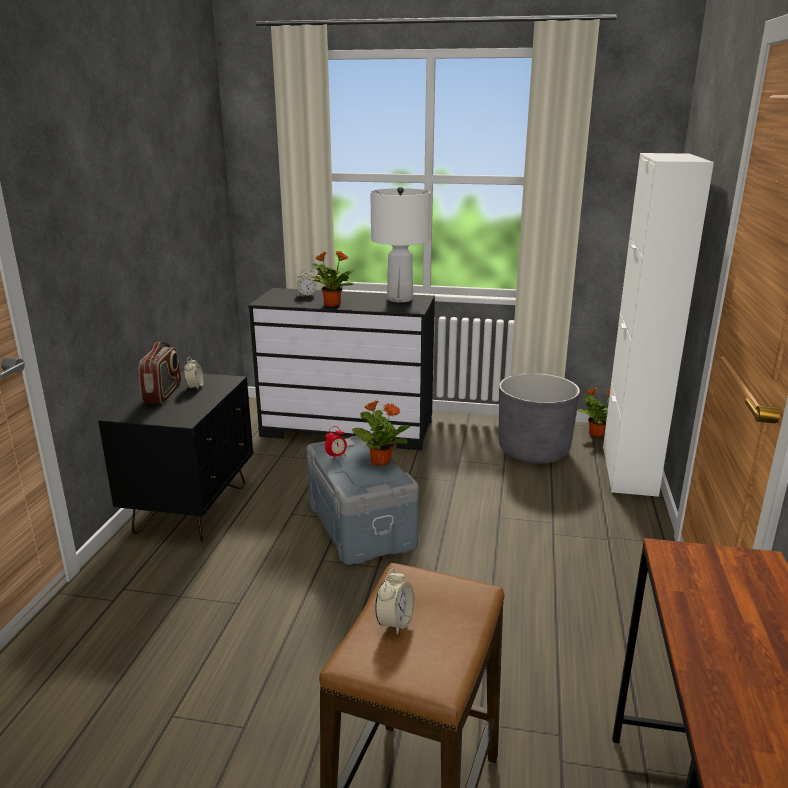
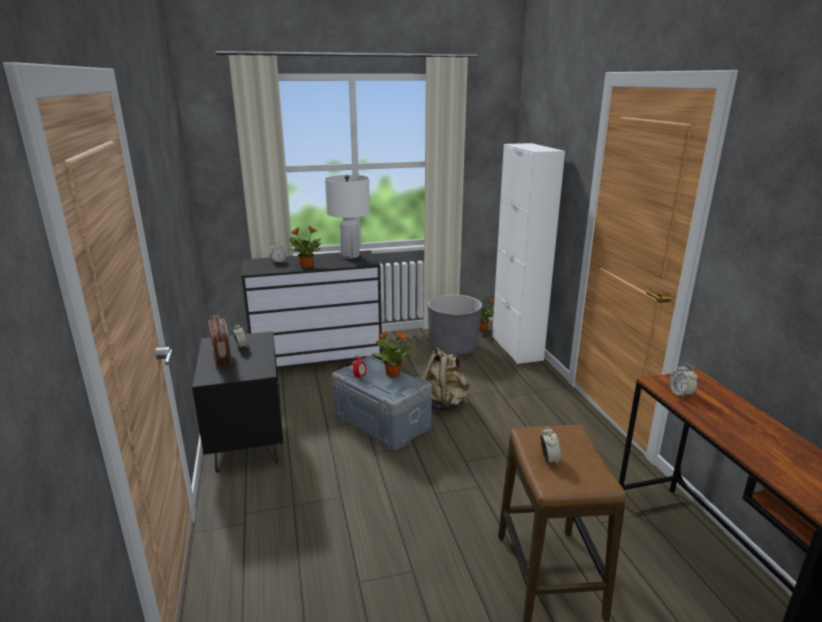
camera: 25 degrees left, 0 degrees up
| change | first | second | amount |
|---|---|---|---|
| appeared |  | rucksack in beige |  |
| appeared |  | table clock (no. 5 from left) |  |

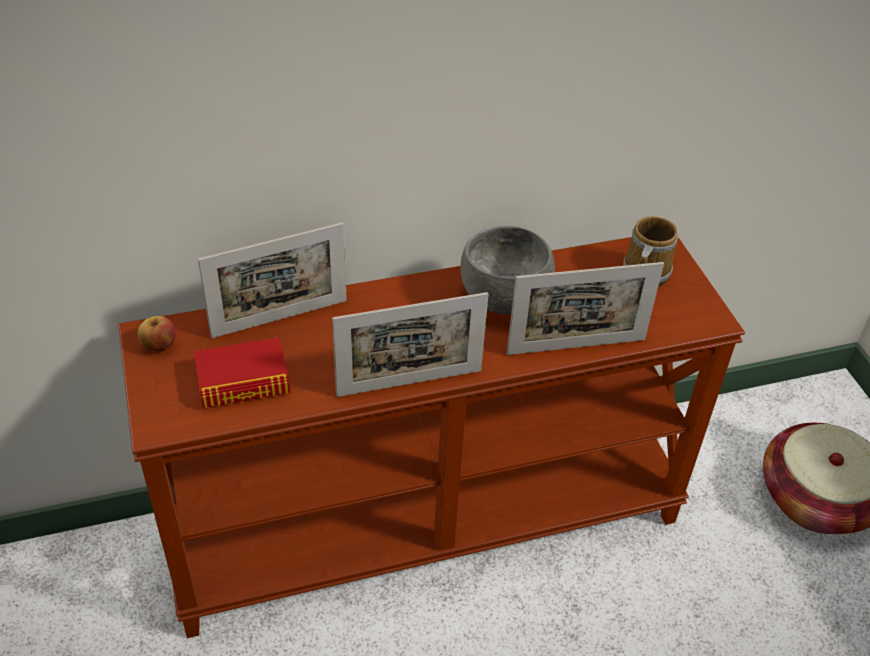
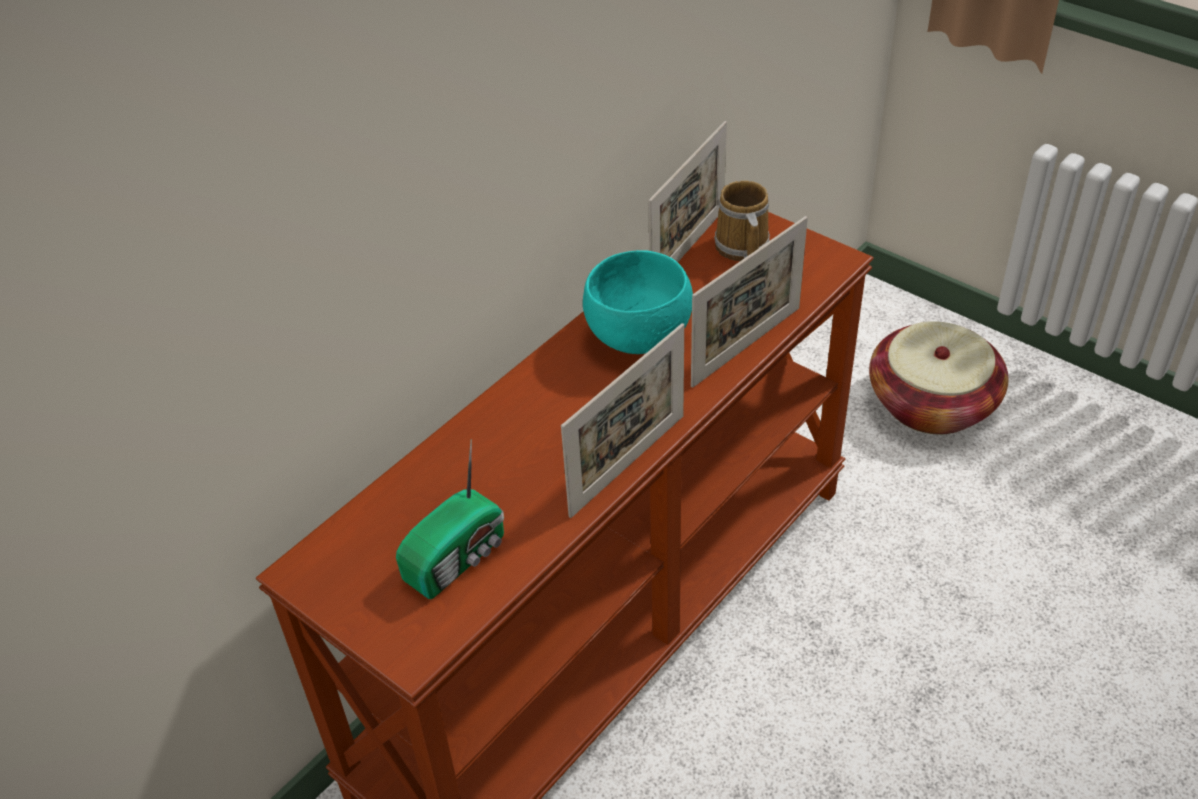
camera: 30 degrees left, 0 degrees up
| change | first | second | amount |
|---|---|---|---|
| missing | apple |  |  |
| exchanged | bound book | radio |  |
| relocated | picture frame (no. 1 from left in the first image) | picture frame (no. 2 from left) |  |
| colour | bowl in gray | bowl in turquoise-coloured |  |

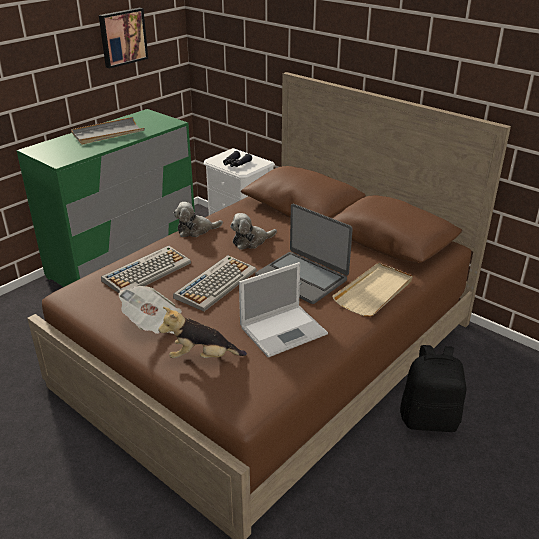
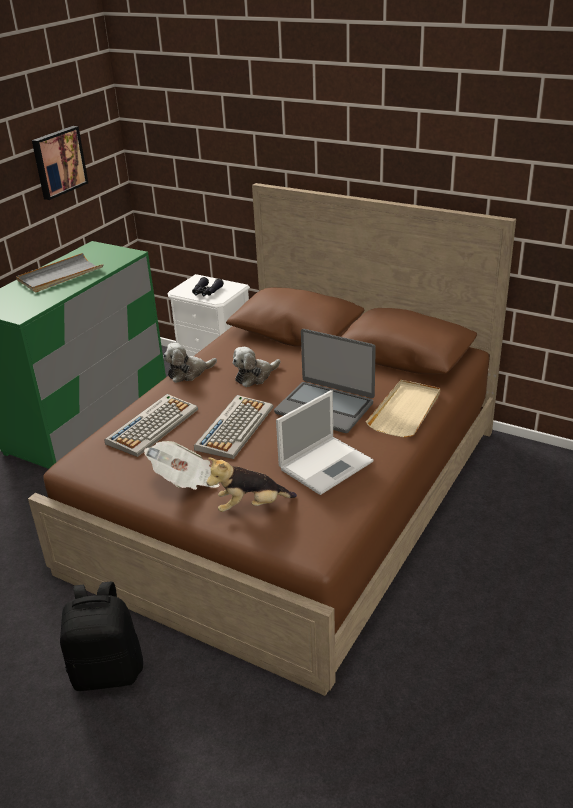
camera: 10 degrees left, 0 degrees up
| change | first | second | amount |
|---|---|---|---|
| relocated | rucksack in black |  |  |

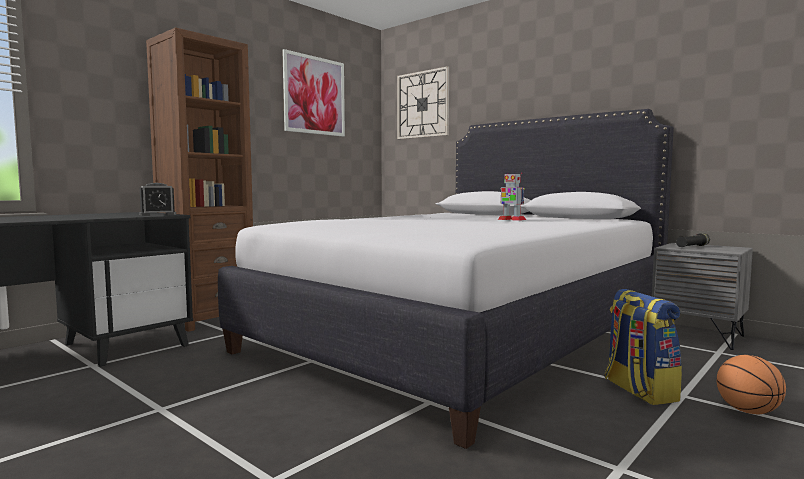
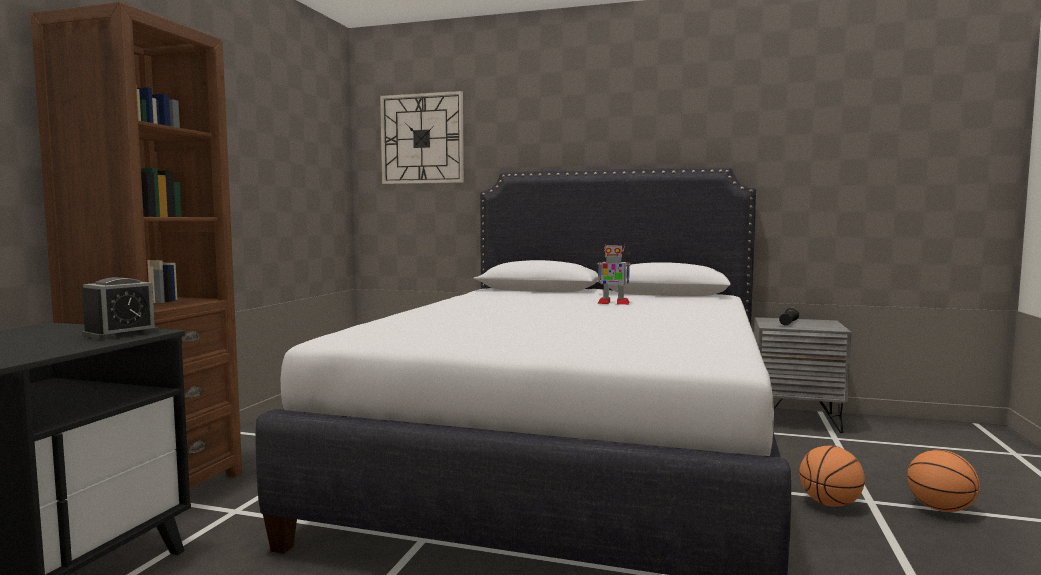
camera: 25 degrees left, 0 degrees up
| change | first | second | amount |
|---|---|---|---|
| missing | wall picture |  |  |
| exchanged | rucksack | basketball (no. 1 from left) |  |

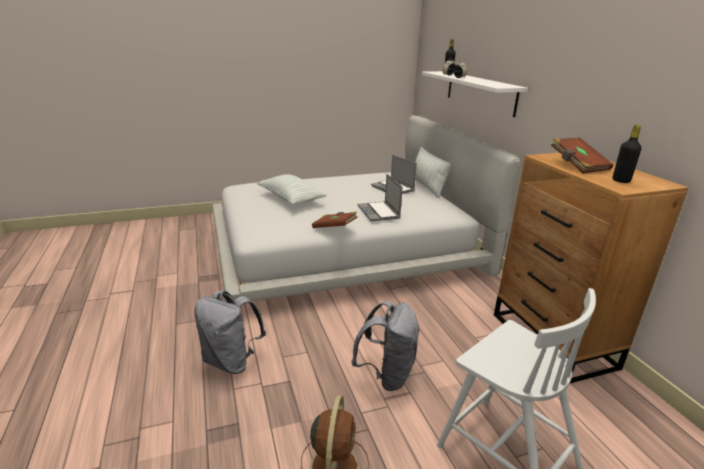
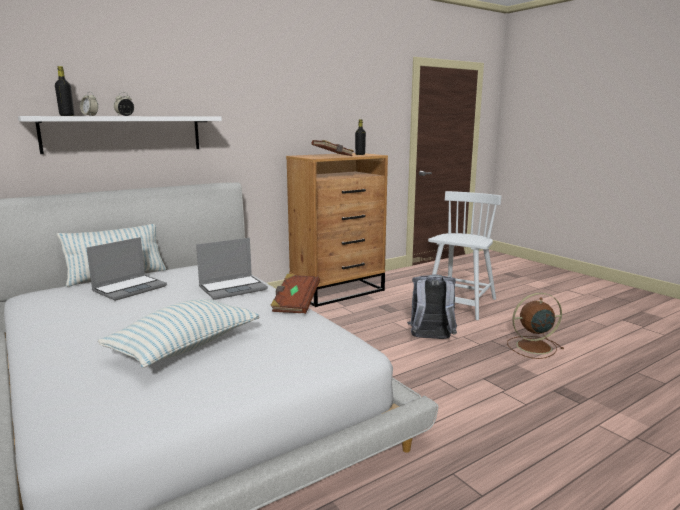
camera: 105 degrees left, 10 degrees down
| change | first | second | amount |
|---|---|---|---|
| missing | rucksack in gray (no. 1 from left) |  |  |

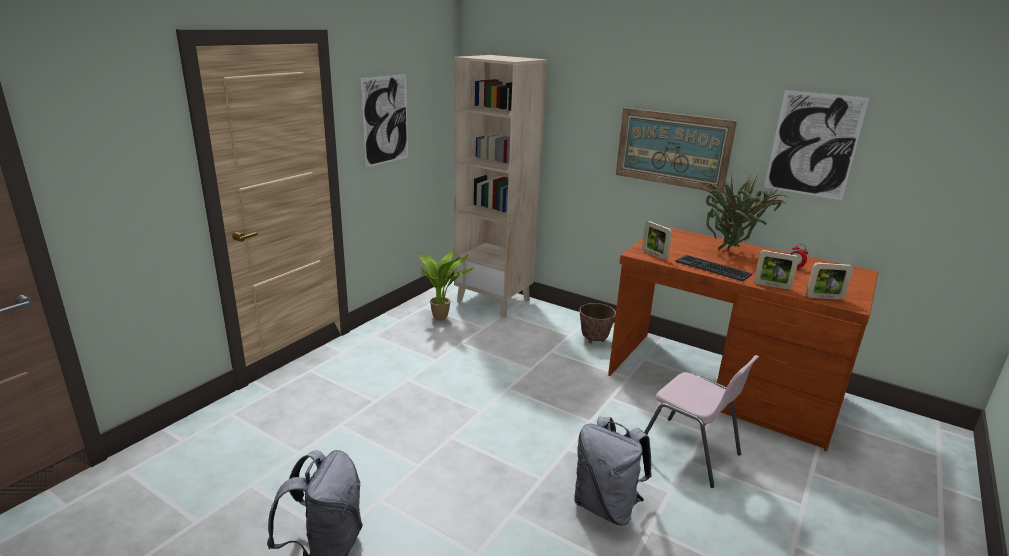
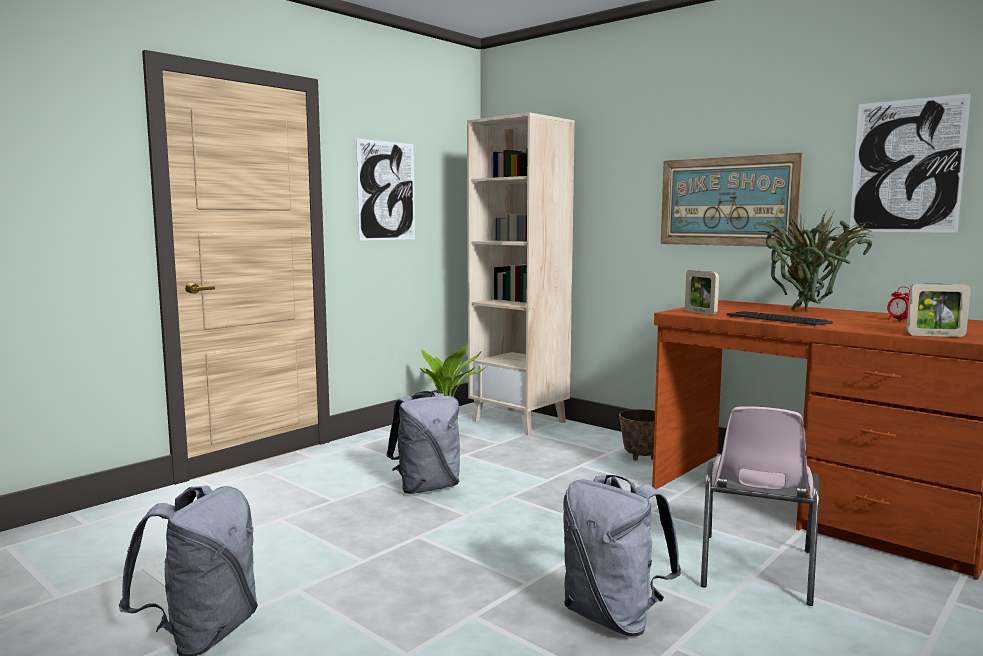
camera: 10 degrees right, 15 degrees down
| change | first | second | amount |
|---|---|---|---|
| spun | plain chair in pink-coloured |  | 60 degrees clockwise |
| missing | picture frame (no. 2 from left) |  |  |
| appeared |  | rucksack in gray (no. 2 from left) |  |

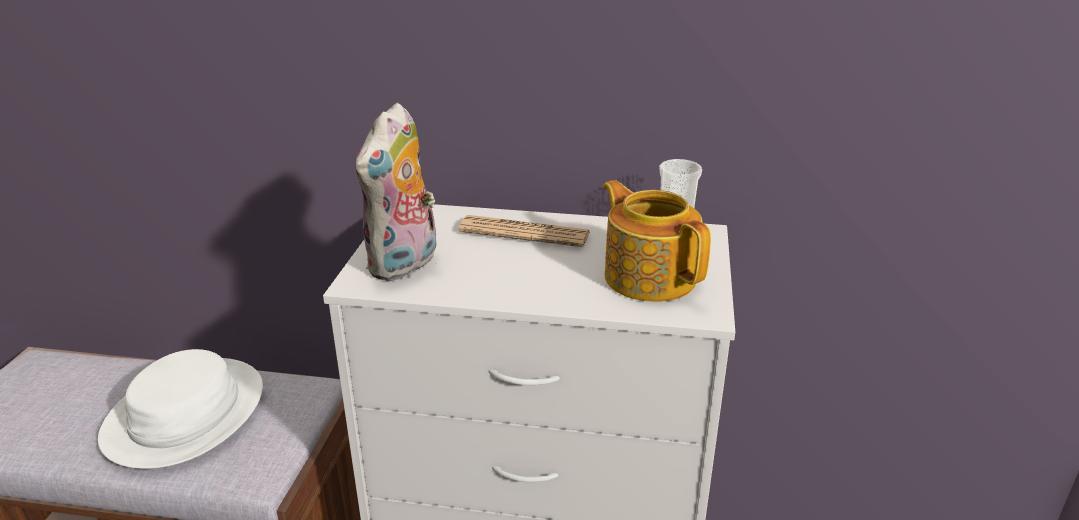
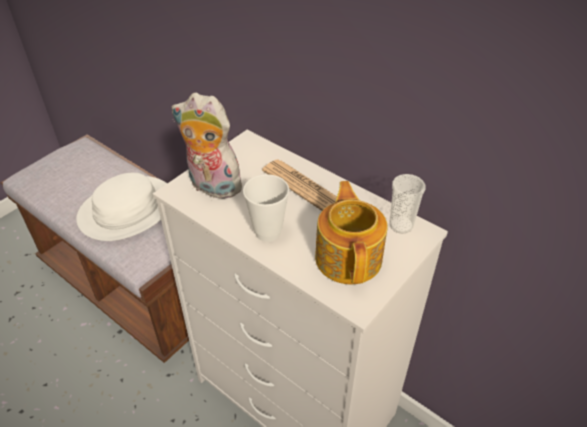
camera: 30 degrees right, 15 degrees up
| change | first | second | amount |
|---|---|---|---|
| spun | soft toy |  | 60 degrees clockwise |
| appeared |  | cup (no. 1 from left) |  |

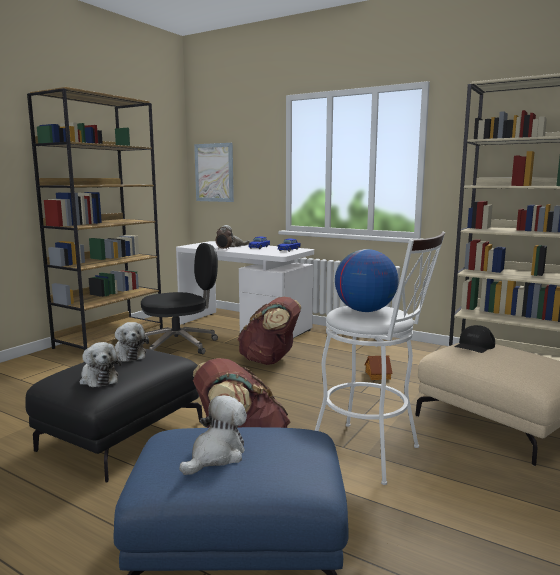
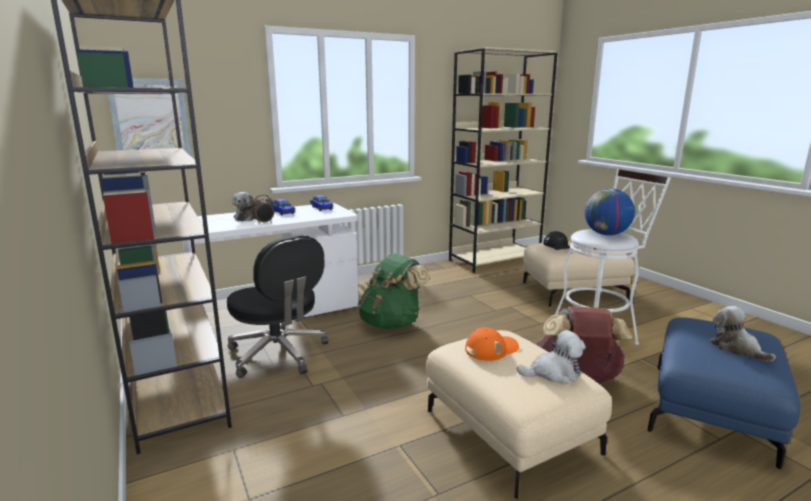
camera: 60 degrees left, 5 degrees up
| change | first | second | amount |
|---|---|---|---|
| colour | ottoman in black | ottoman in beige (no. 1 from left) |  |
| exchanged | soft toy (no. 2 from left) | peaked cap in orange-coloured |  |
| spun | desk chair in black |  | 135 degrees clockwise |
| colour | rucksack in brownish (no. 2 from left) | rucksack in green-coloured |  |
| missing | toy house |  |  |

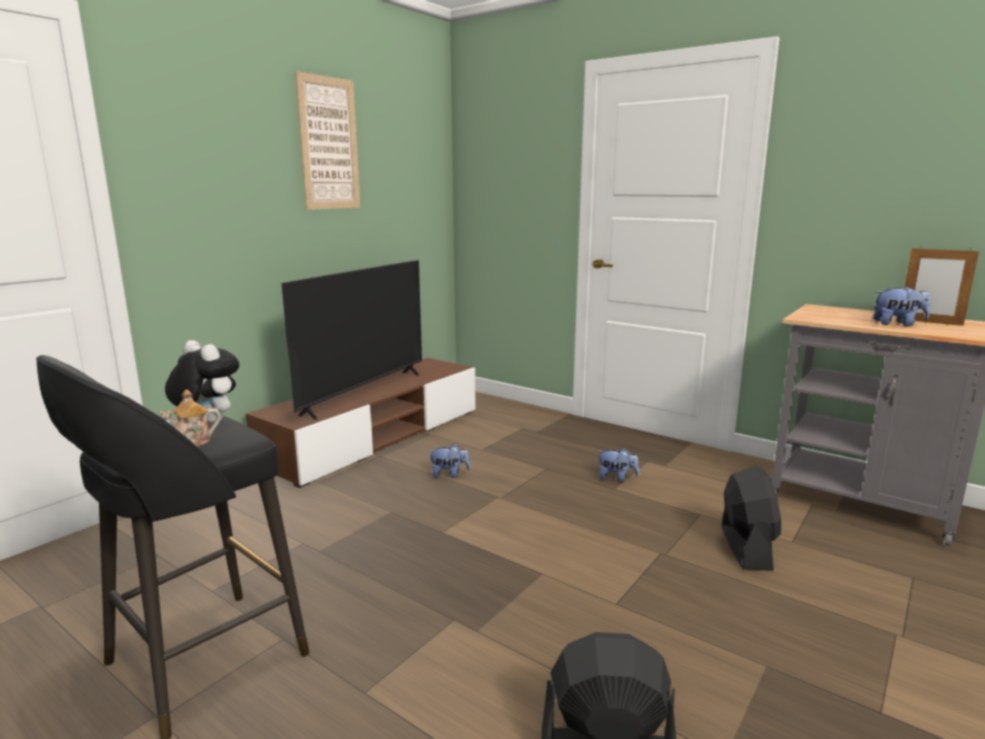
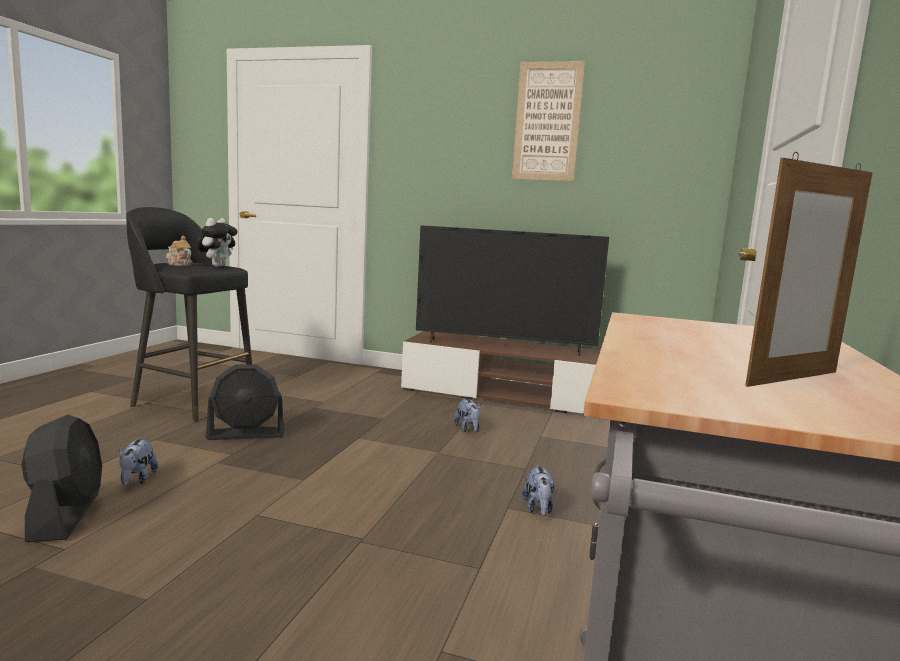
camera: 70 degrees right, 5 degrees down
| change | first | second | amount |
|---|---|---|---|
| relocated | electric fan in black (no. 2 from left) |  |  |
| relocated | soft toy (no. 4 from left in the first image) | soft toy (no. 1 from left) |  |
| spun | picture frame |  | 135 degrees counterclockwise |

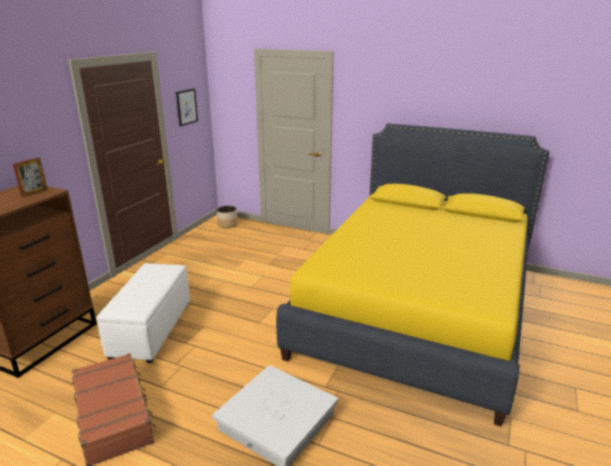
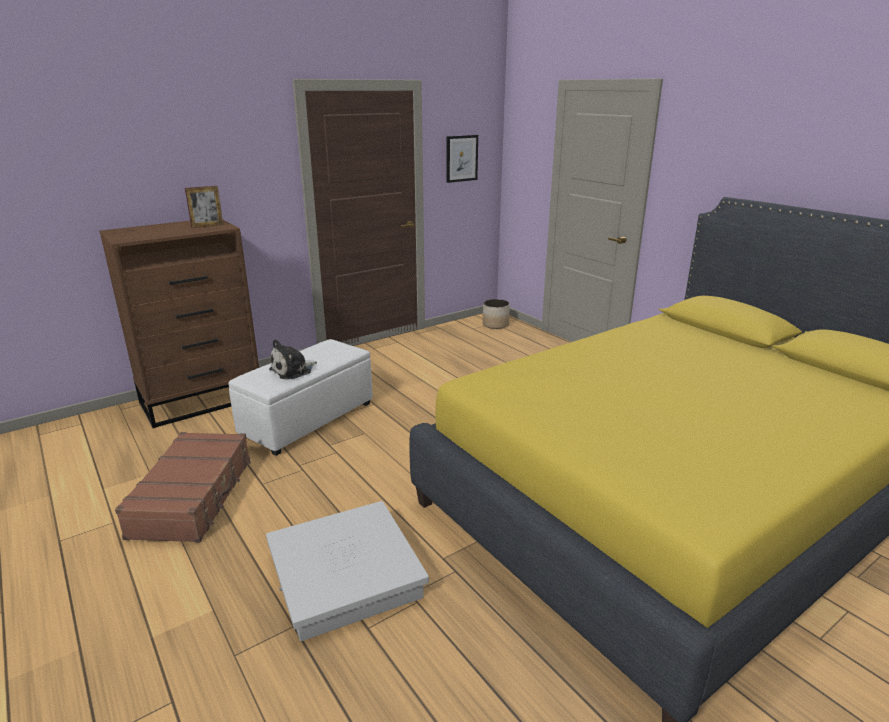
camera: 30 degrees right, 0 degrees up
| change | first | second | amount |
|---|---|---|---|
| appeared |  | soft toy |  |

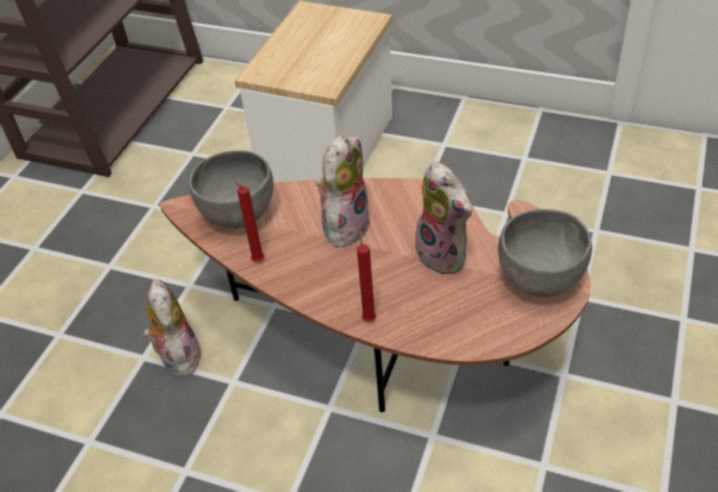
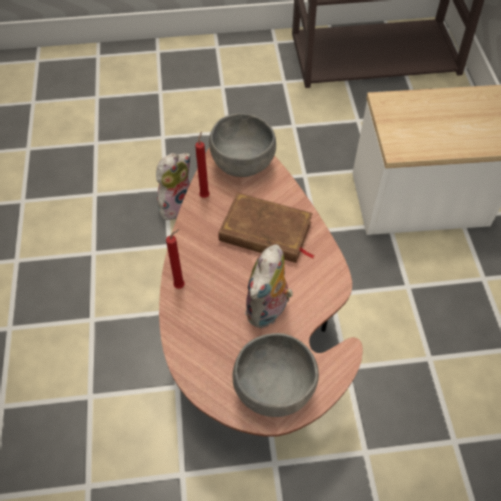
camera: 60 degrees right, 10 degrees up
| change | first | second | amount |
|---|---|---|---|
| exchanged | soft toy (no. 2 from left) | bound book in brownish |  |

